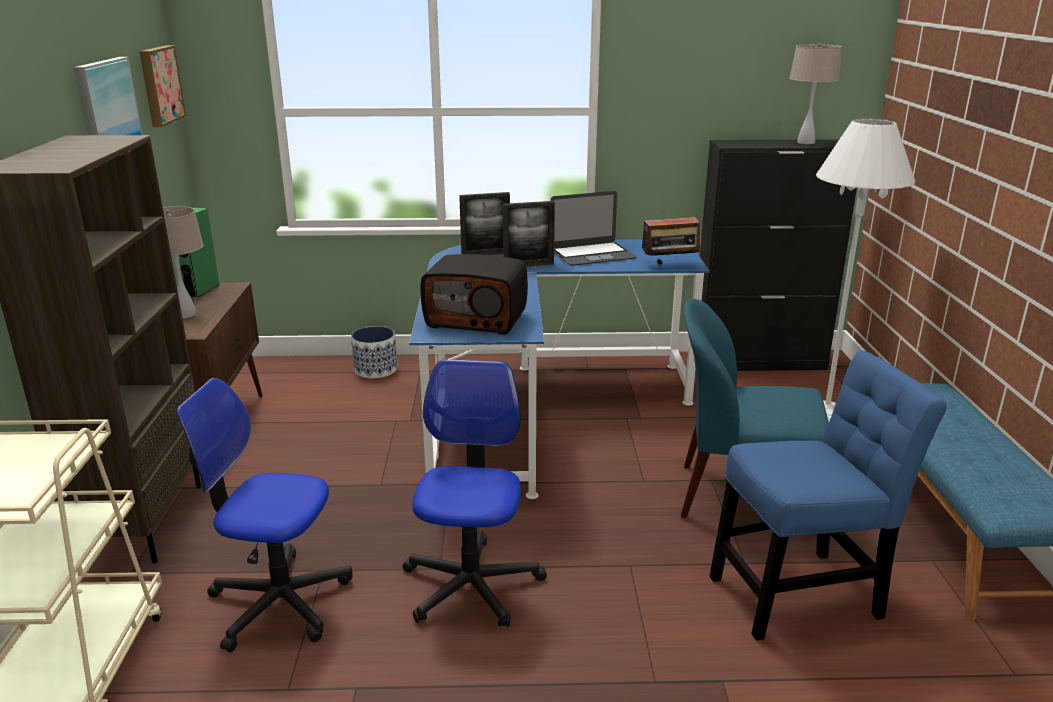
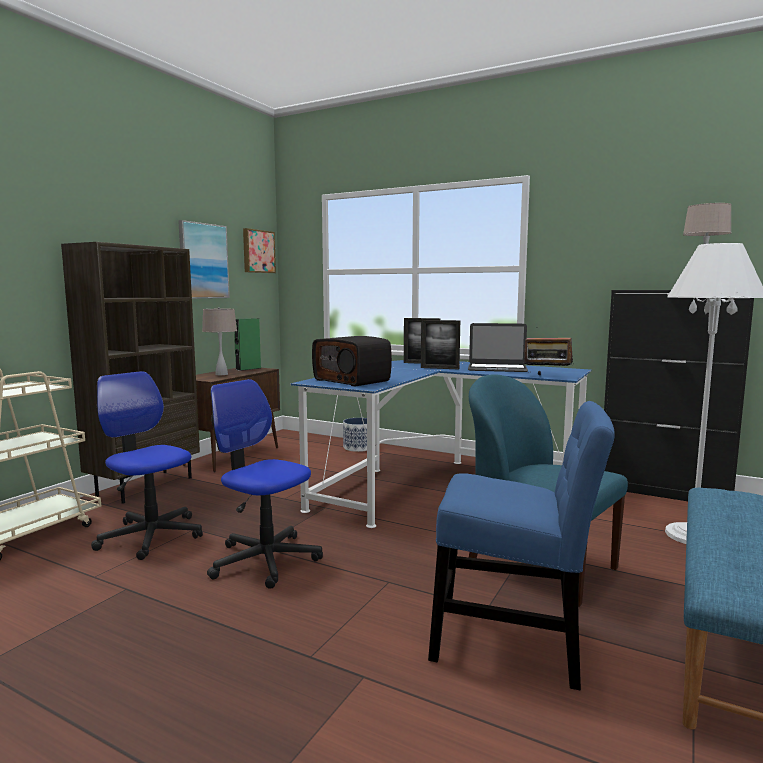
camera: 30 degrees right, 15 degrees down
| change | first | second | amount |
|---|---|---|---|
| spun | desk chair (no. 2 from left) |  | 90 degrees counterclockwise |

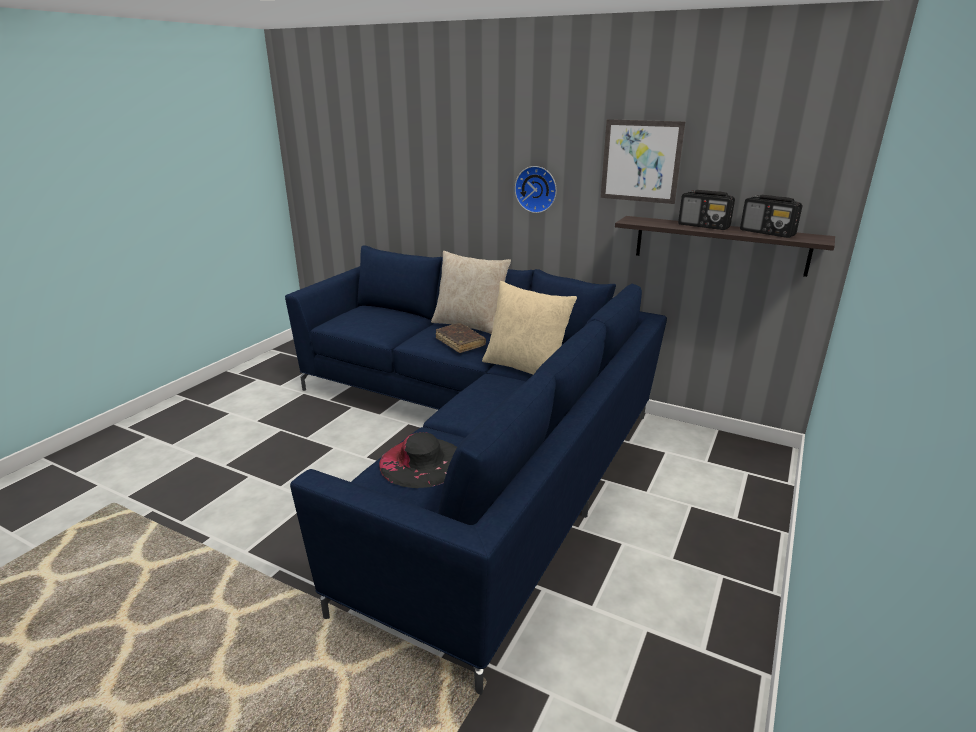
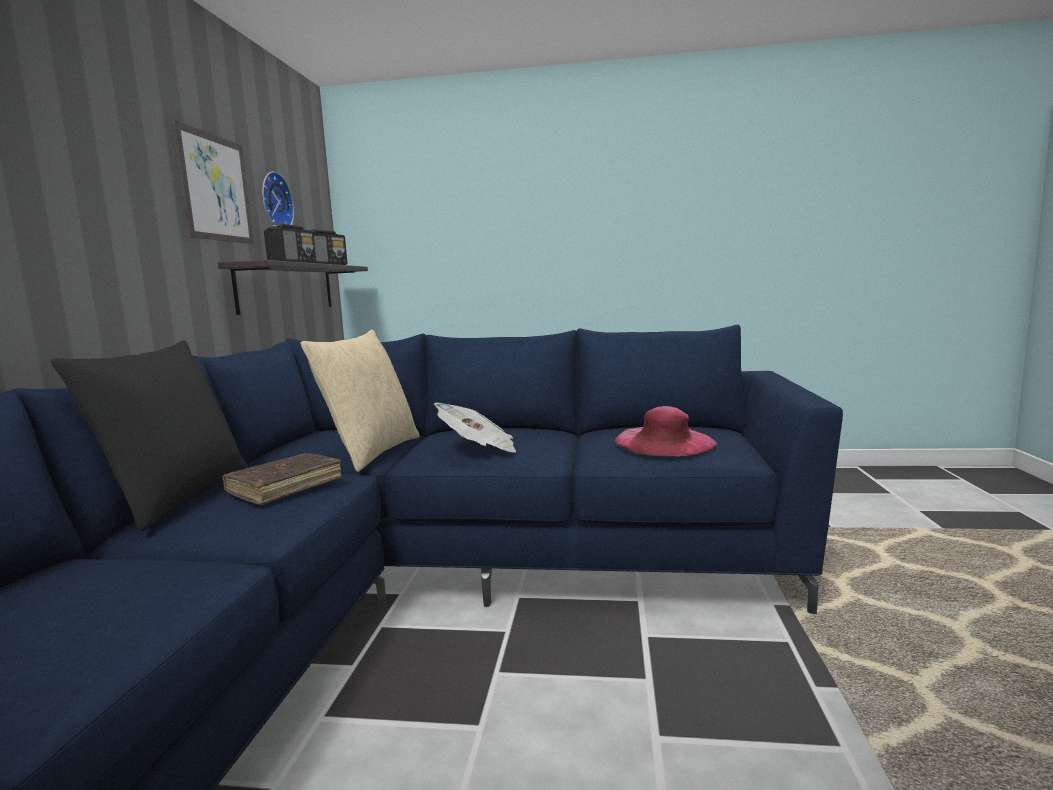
camera: 110 degrees left, 15 degrees down
| change | first | second | amount |
|---|---|---|---|
| colour | hat in black | hat in pink-coloured |  |
| colour | pillow in beige (no. 1 from left) | pillow in black |  |
| relocated | clock on the wall |  |  |
| appeared |  | printed paper |  |

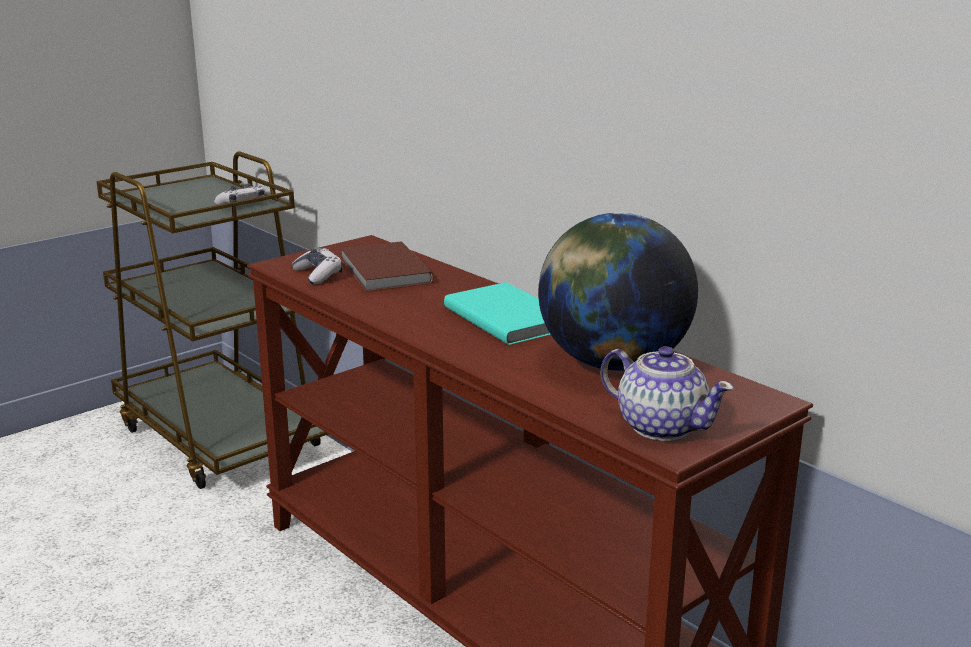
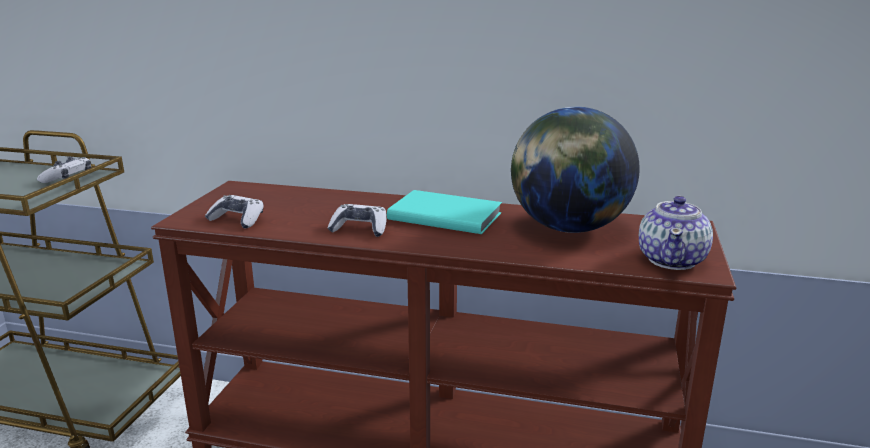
camera: 35 degrees left, 0 degrees up
| change | first | second | amount |
|---|---|---|---|
| missing | bound book in brownish |  |  |
| spun | teapot |  | 105 degrees clockwise |
| appeared |  | gamepad (no. 3 from left) |  |

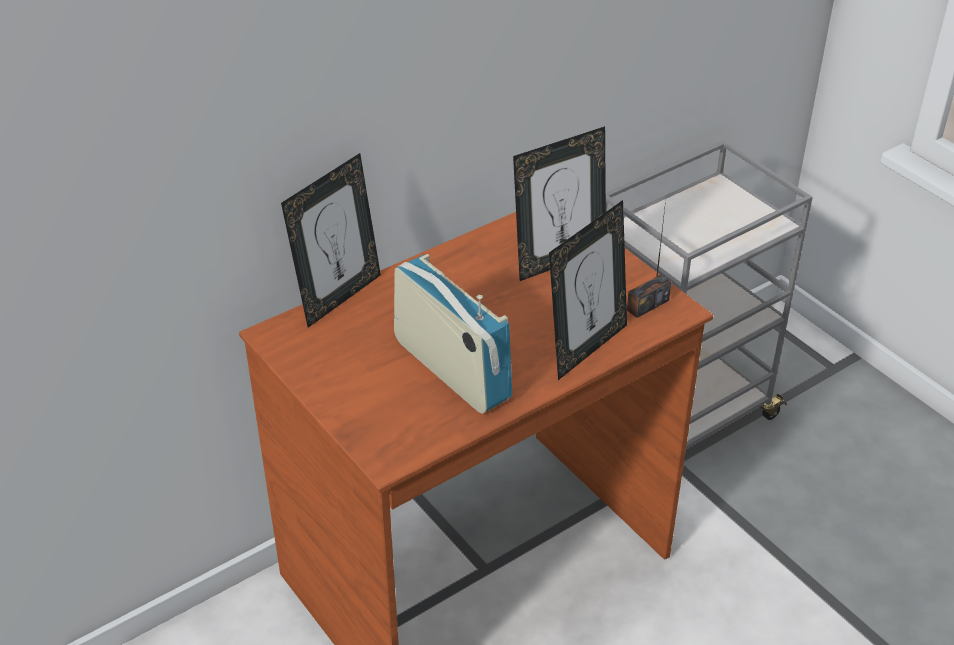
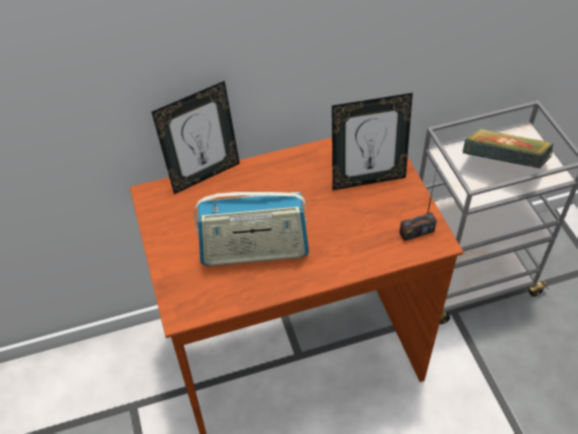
camera: 20 degrees right, 10 degrees up
| change | first | second | amount |
|---|---|---|---|
| spun | radio (no. 1 from left) |  | 105 degrees clockwise |
| missing | picture frame (no. 3 from left) |  |  |
| appeared |  | bound book |  |

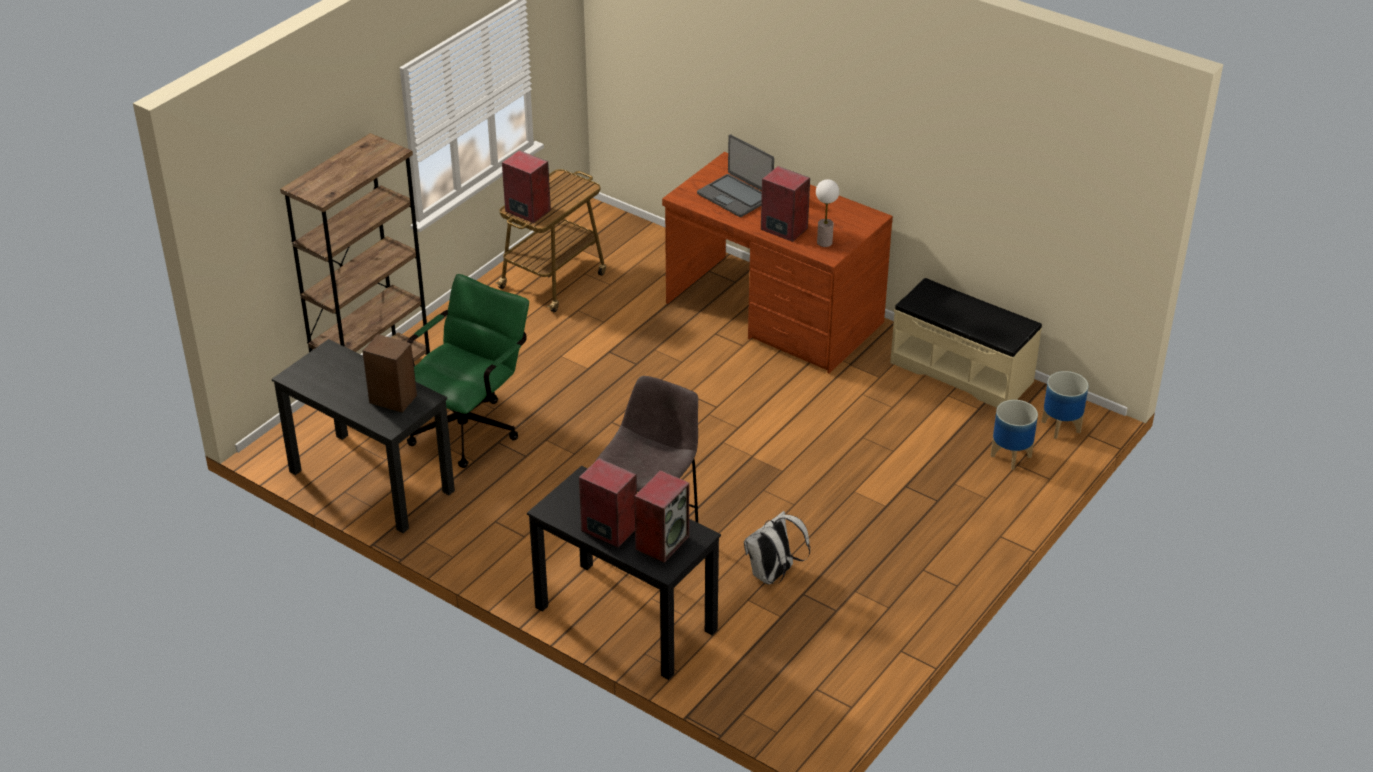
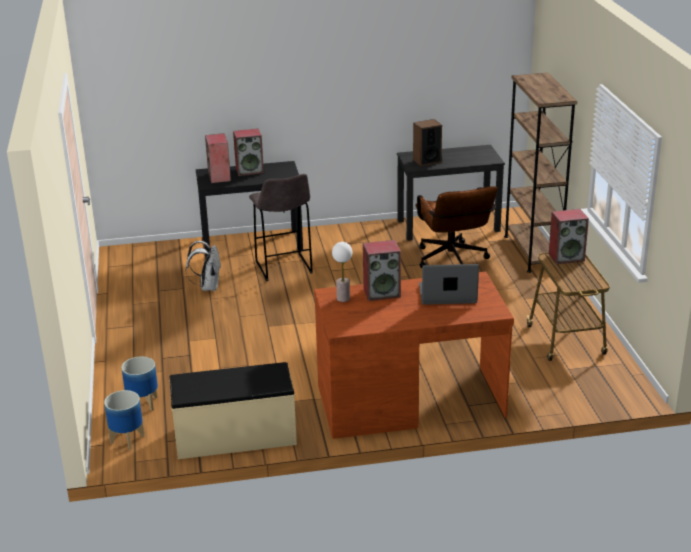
camera: 135 degrees right, 10 degrees down
| change | first | second | amount |
|---|---|---|---|
| colour | desk chair in green-coloured | desk chair in brownish |  |

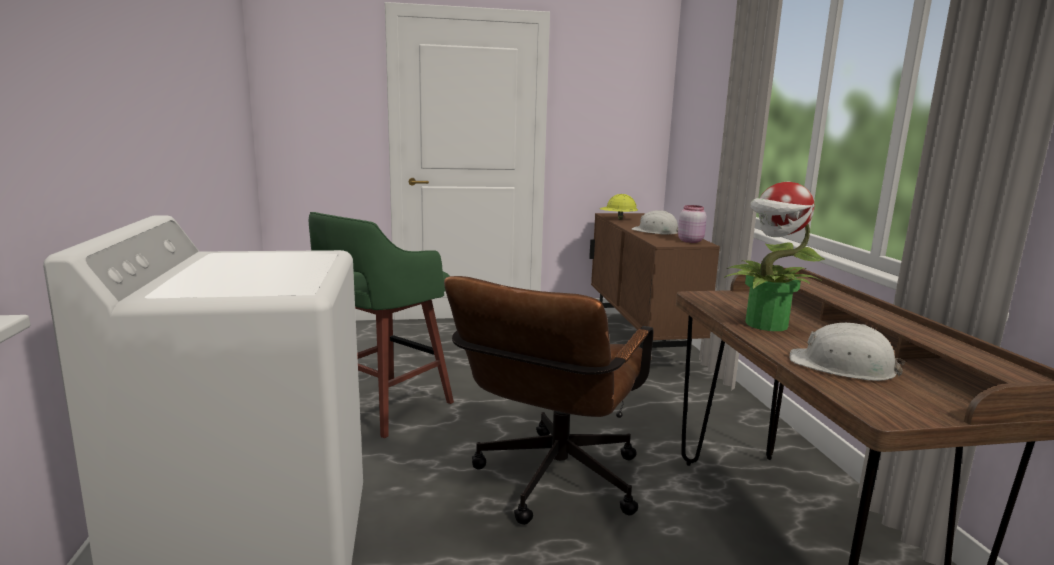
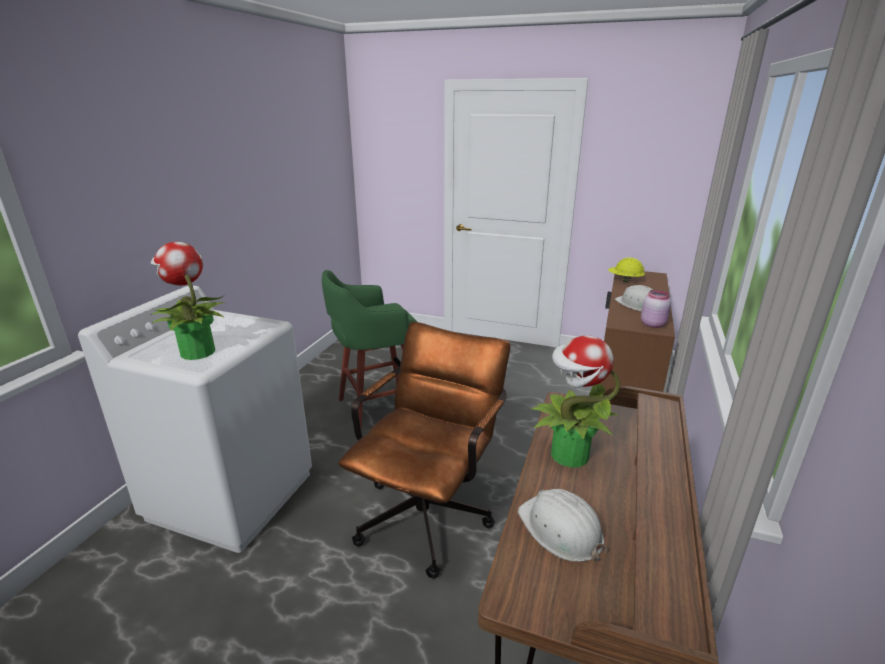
camera: 30 degrees right, 10 degrees up
| change | first | second | amount |
|---|---|---|---|
| spun | desk chair in brownish |  | 150 degrees clockwise |
| appeared |  | houseplant (no. 1 from left) |  |

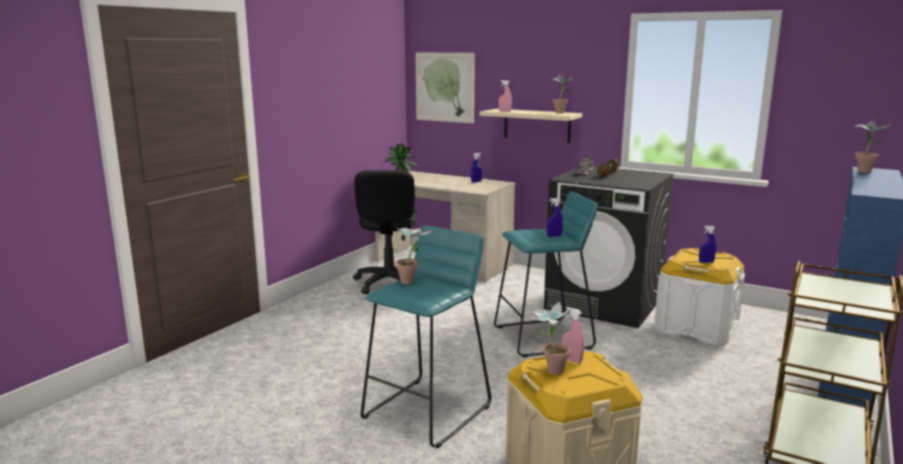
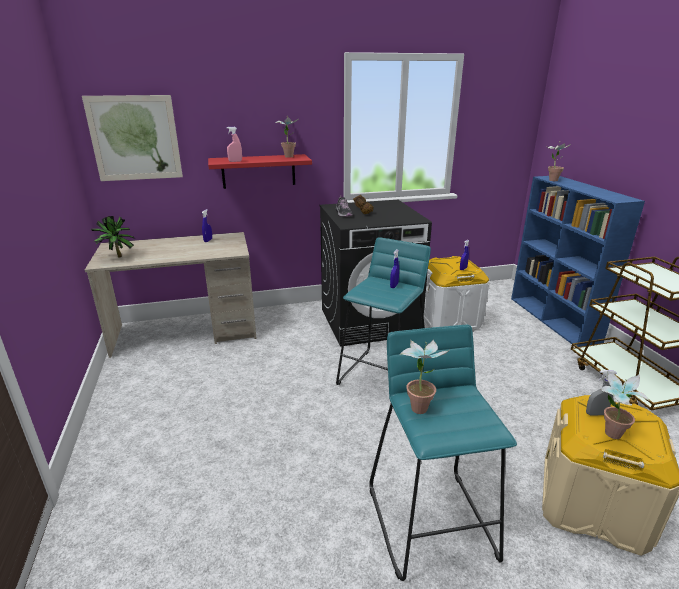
camera: 45 degrees left, 10 degrees up
| change | first | second | amount |
|---|---|---|---|
| missing | desk chair in black |  |  |
| colour | wall shelf in beige | wall shelf in red-coloured |  |
| colour | hand sprayer in pink-coloured (no. 2 from left) | hand sprayer in gray |  |

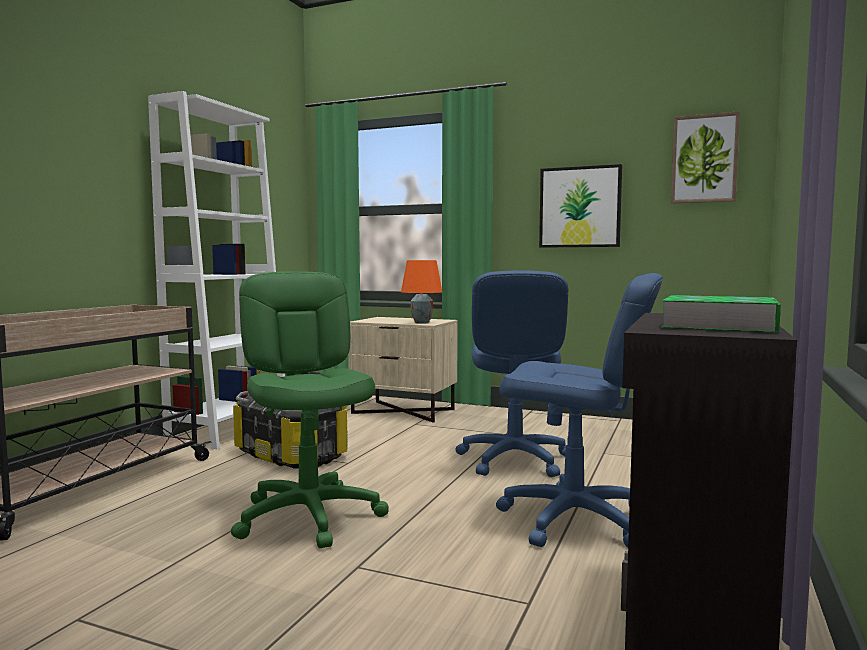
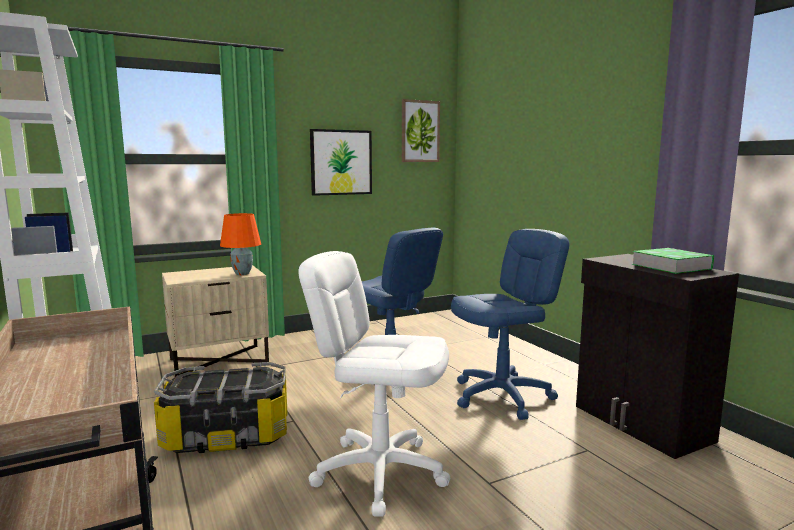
camera: 50 degrees left, 5 degrees up
| change | first | second | amount |
|---|---|---|---|
| colour | desk chair in green-coloured | desk chair in white-coloured |  |

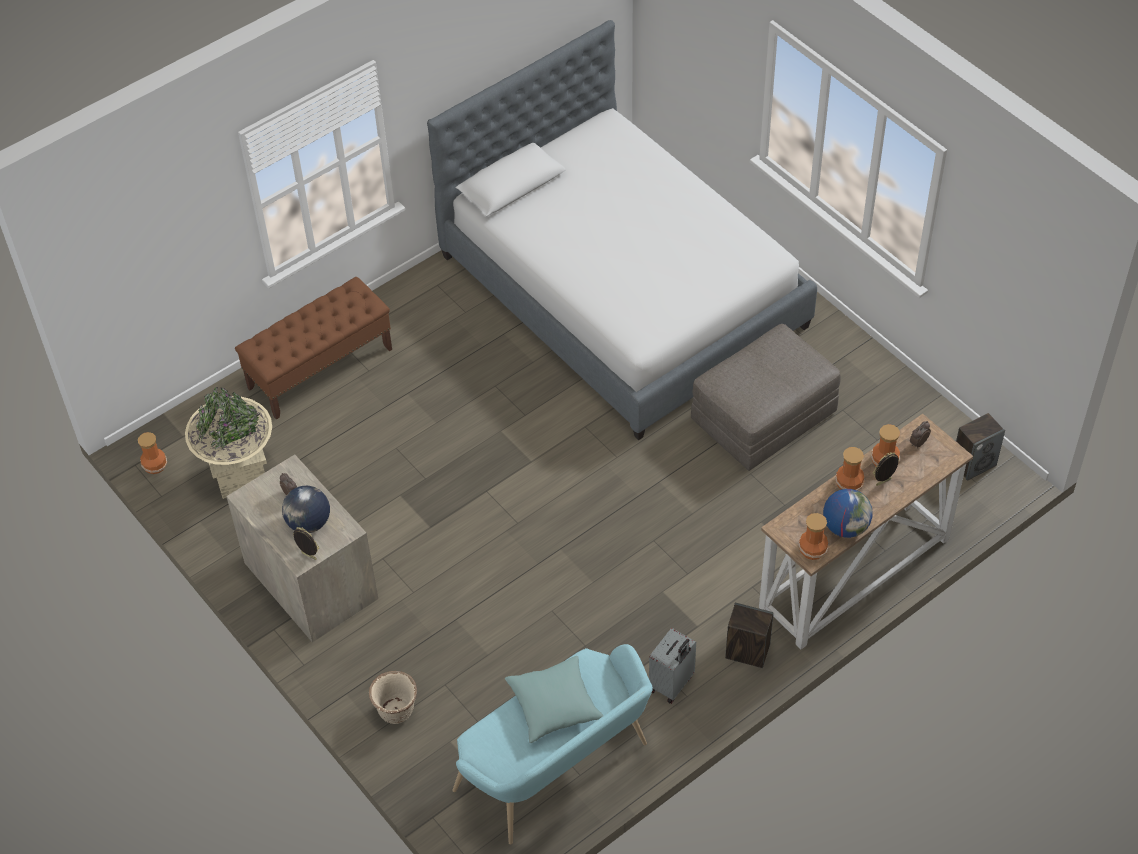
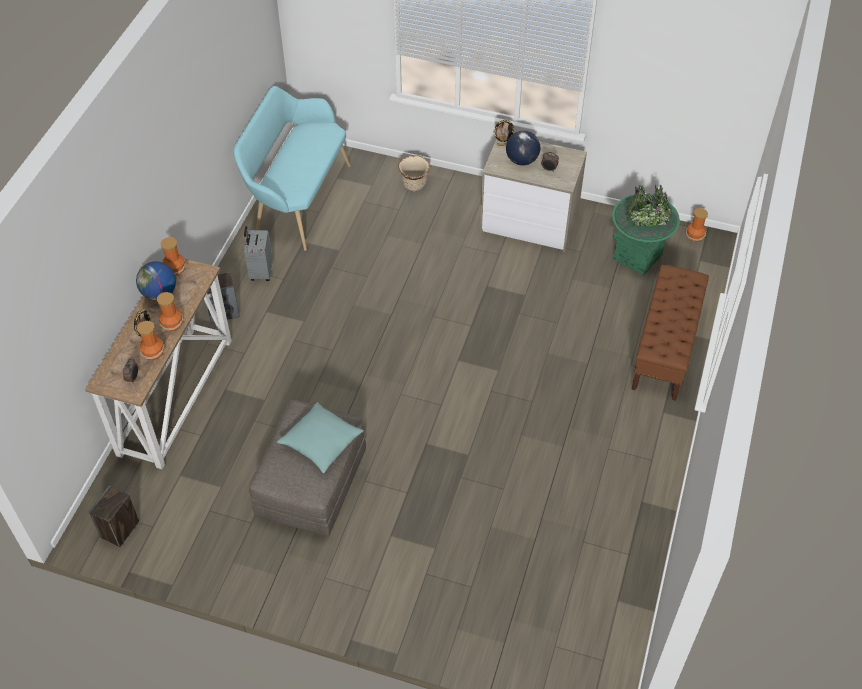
camera: 145 degrees right, 0 degrees up
| change | first | second | amount |
|---|---|---|---|
| colour | plant pot in beige (no. 1 from left) | plant pot in green-coloured |  |
| missing | bed |  |  |
| relocated | pillow in turquoise-coloured |  |  |

